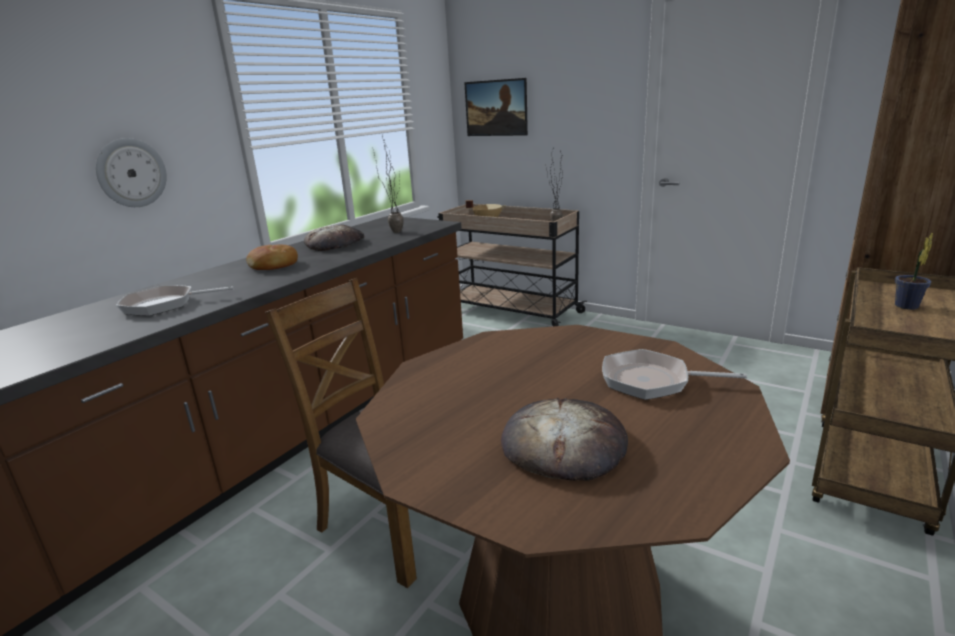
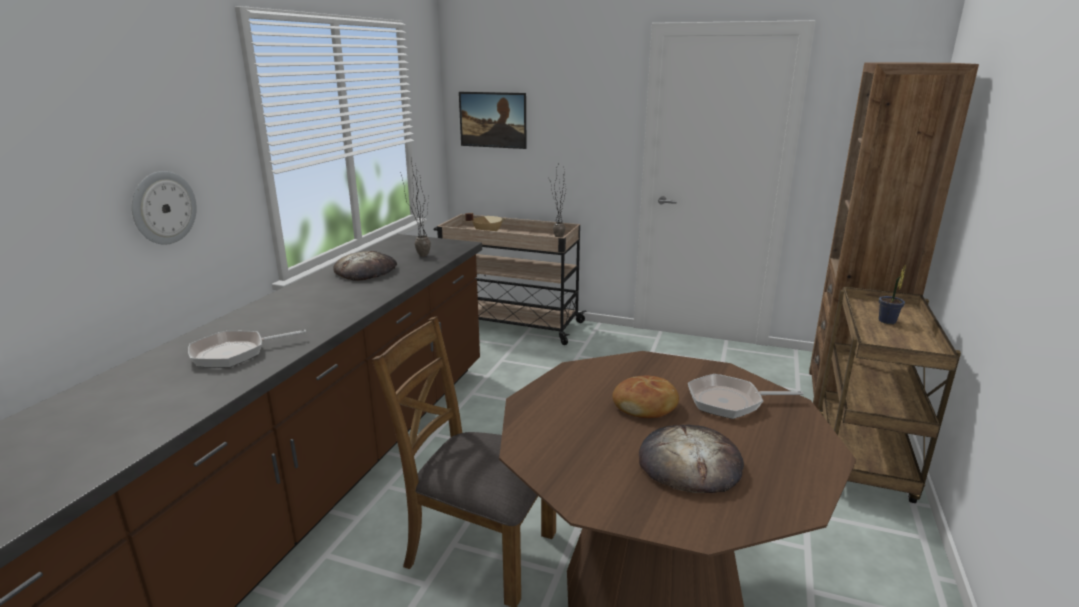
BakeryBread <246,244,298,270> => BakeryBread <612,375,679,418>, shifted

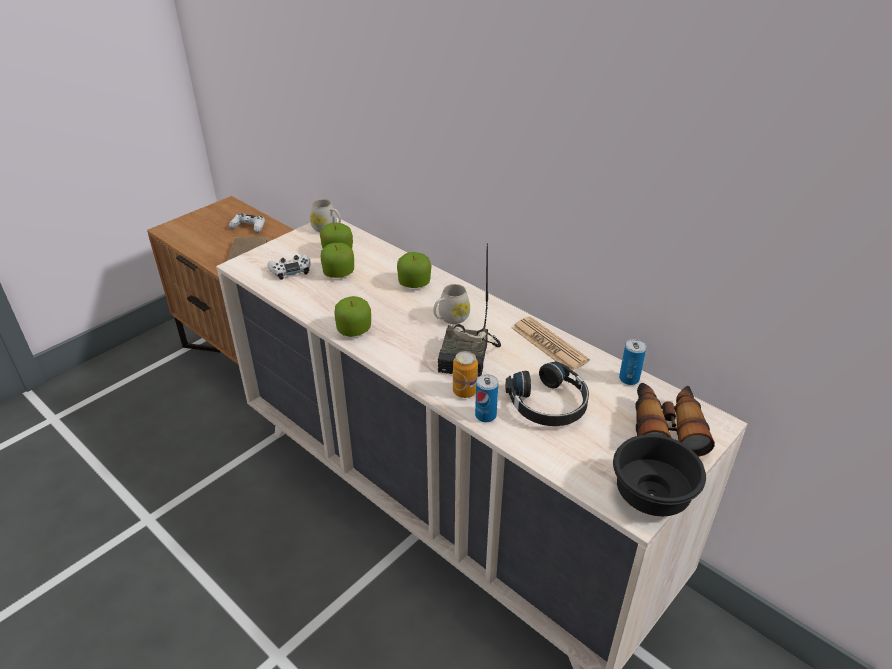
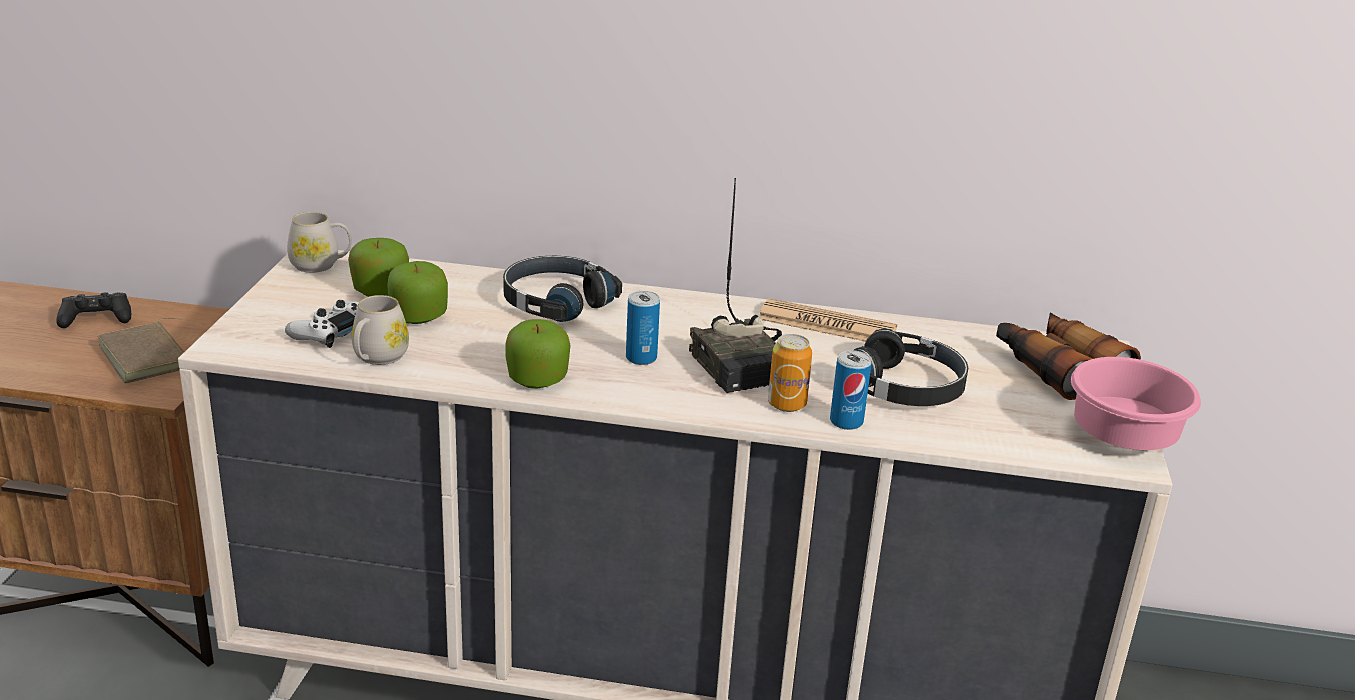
WhiteGamepad <228,213,265,233> => BlackGamepad <56,292,131,328>
Apple <397,252,432,288> => BlackHeadphones <503,256,622,322>
WhiteMug <433,284,470,324> => WhiteMug <352,295,409,365>, shifted
SealedCan <619,339,646,385> => SealedCan <626,291,660,365>, shifted
BlackDeepDish <613,434,706,516> => PinkDeepDish <1071,357,1201,450>

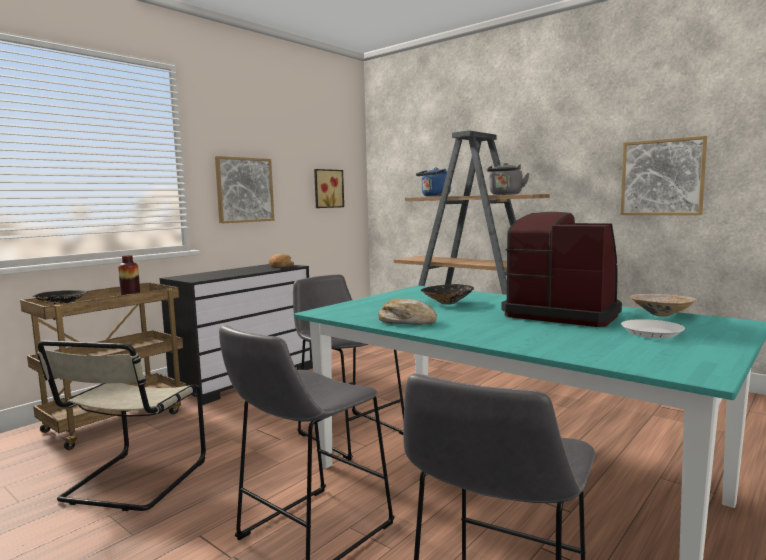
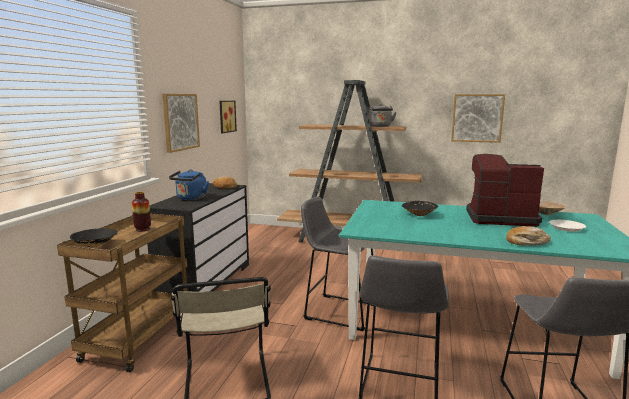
BlueColouredTeaKettle <416,168,452,197> => BlueColouredTeaKettle <169,170,209,200>, shifted
BakeryBread <378,299,437,325> => BakeryBread <506,226,551,245>, shifted

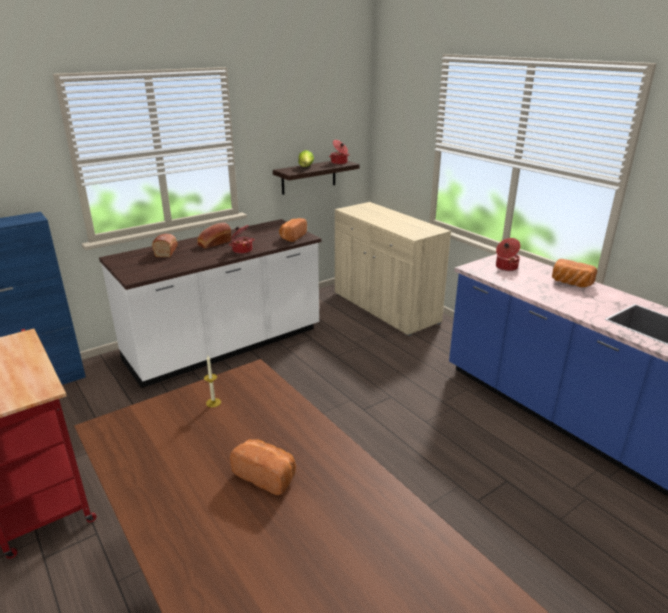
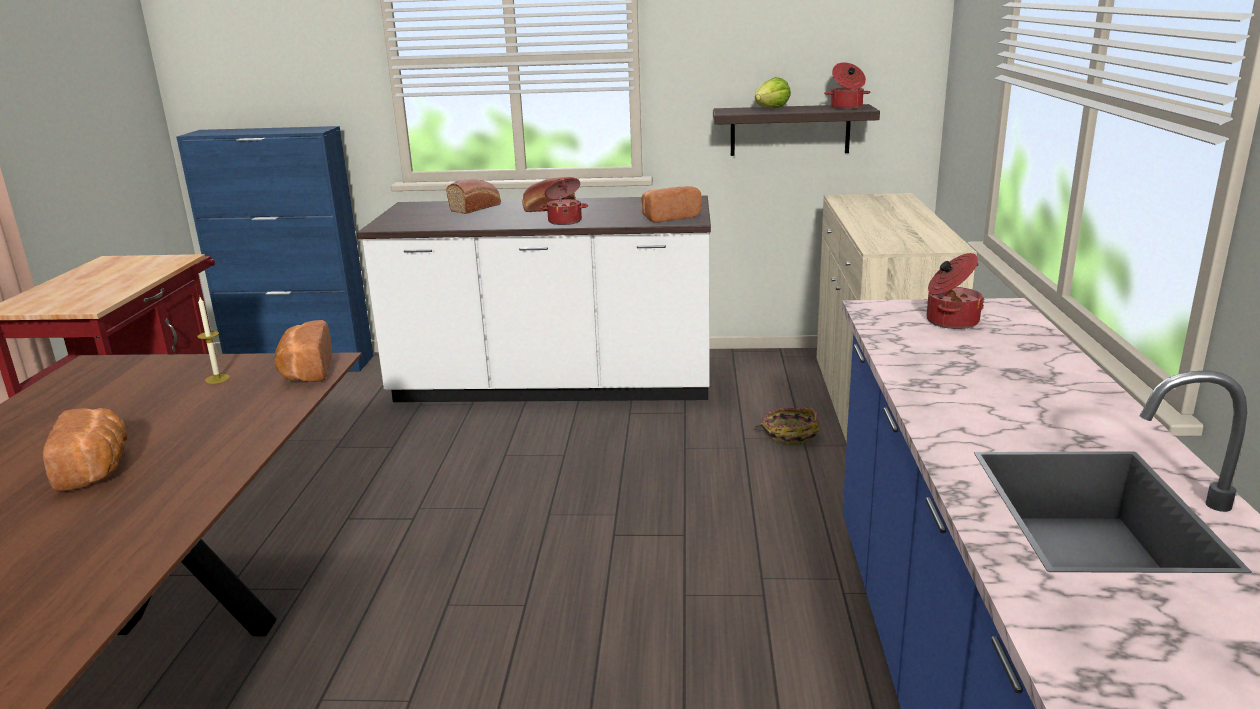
BakeryBread <552,259,597,287> => BakeryBread <275,320,332,382>, shifted
nothing => HouseholdBasket <754,407,819,445>

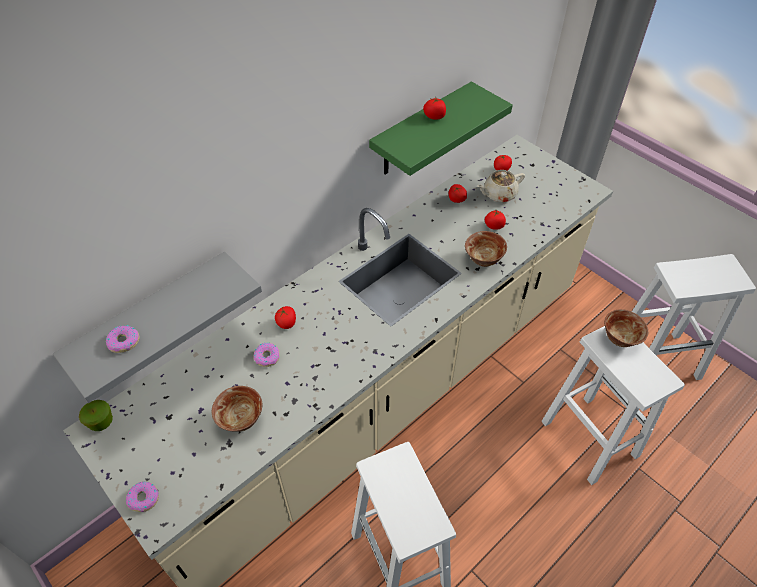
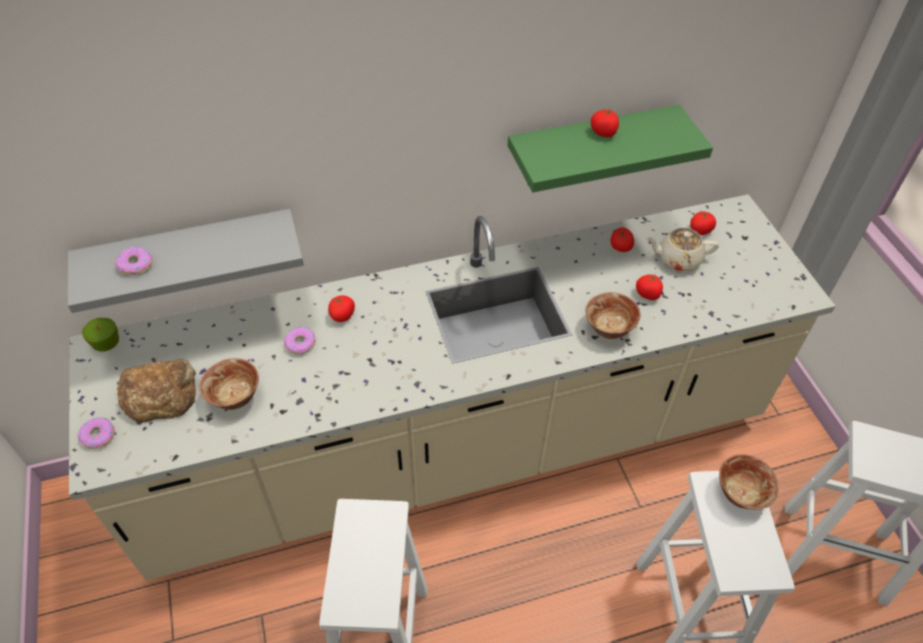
nothing => BakeryBread <117,359,196,423>

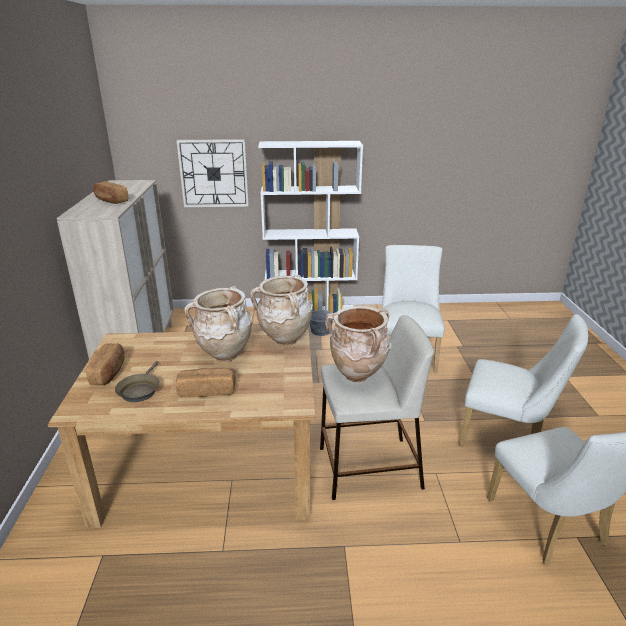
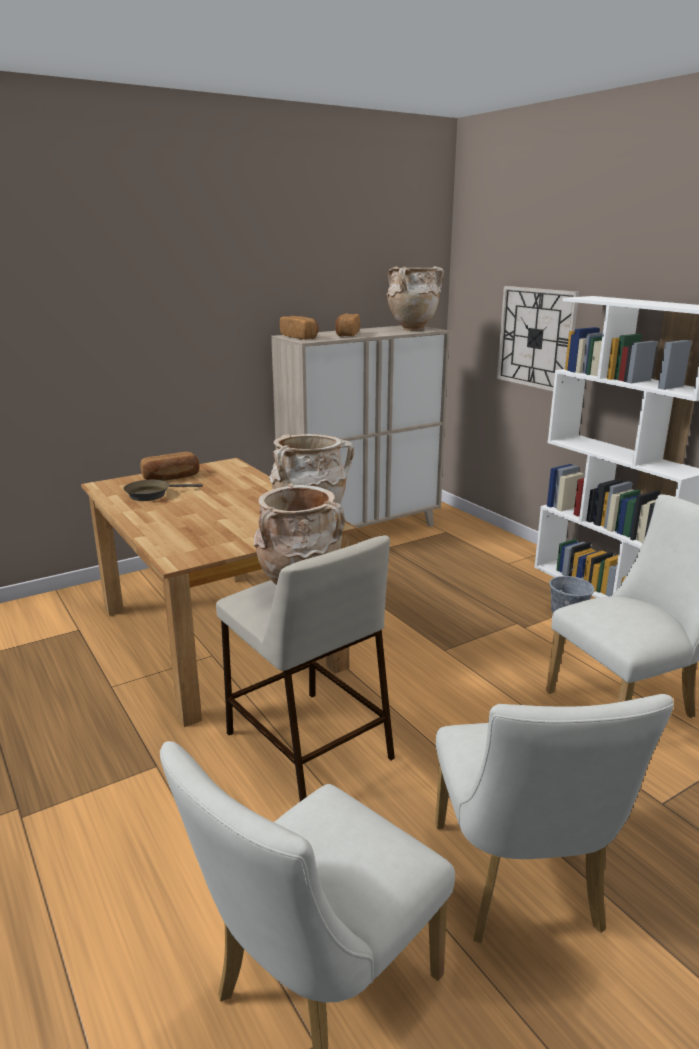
BeigeColouredFlowerVase <185,286,253,362> => BeigeColouredFlowerVase <387,266,444,331>, shifted
BakeryBread <176,368,236,398> => BakeryBread <280,316,319,339>, shifted

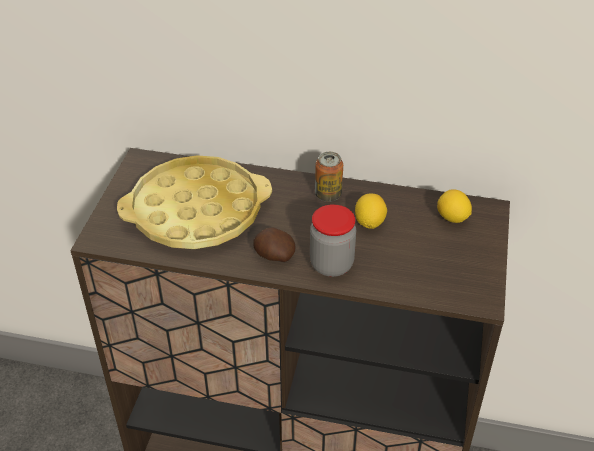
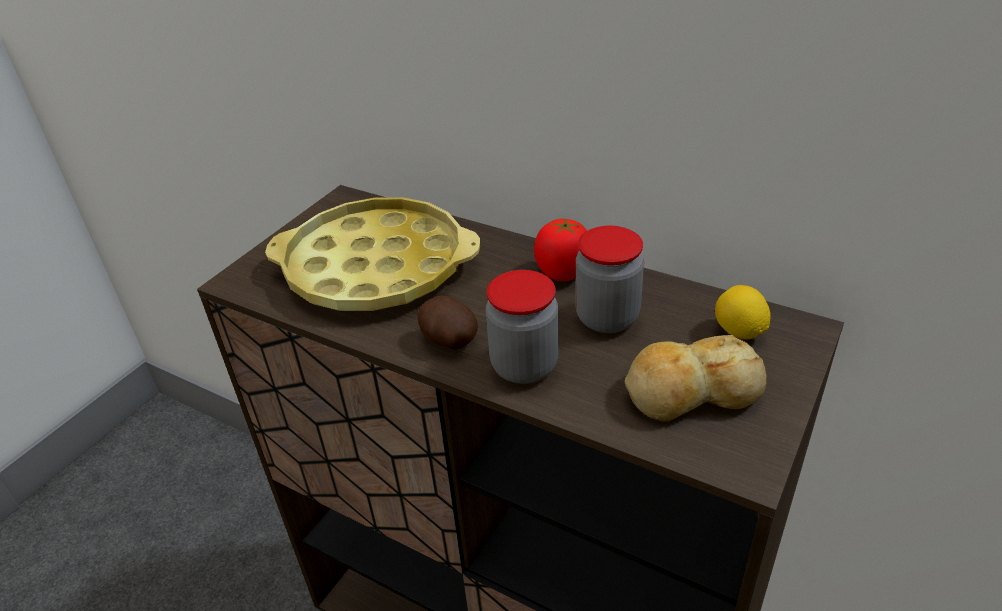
SealedCan <315,152,343,202> => FreshTomato <534,218,587,282>
CitrusFruit <355,194,387,229> => StorageJar <575,226,644,333>
nothing => BakeryBread <625,335,766,422>

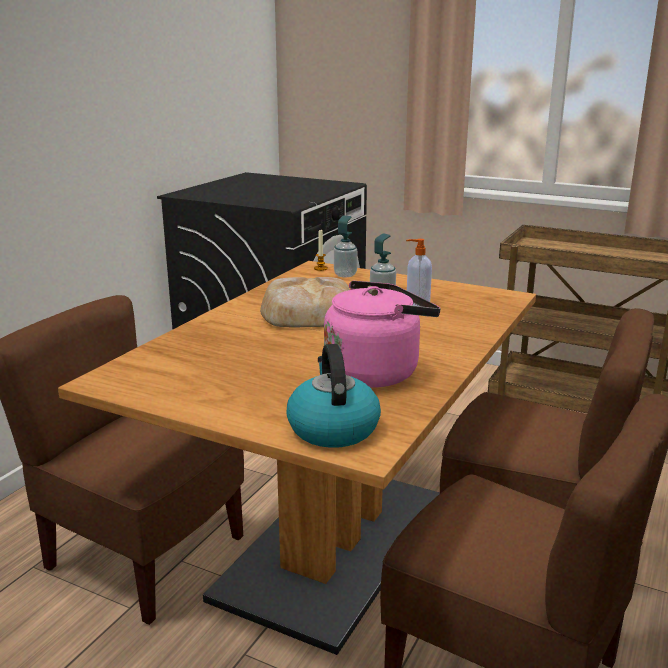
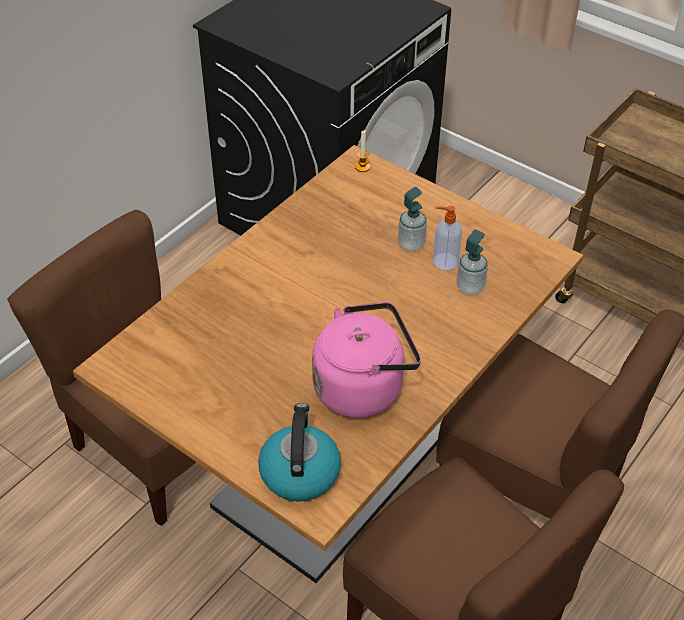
LiquidSoapBottle <334,215,357,277> => LiquidSoapBottle <457,229,488,295>, shifted
BakeryBread <260,277,350,327> => nothing

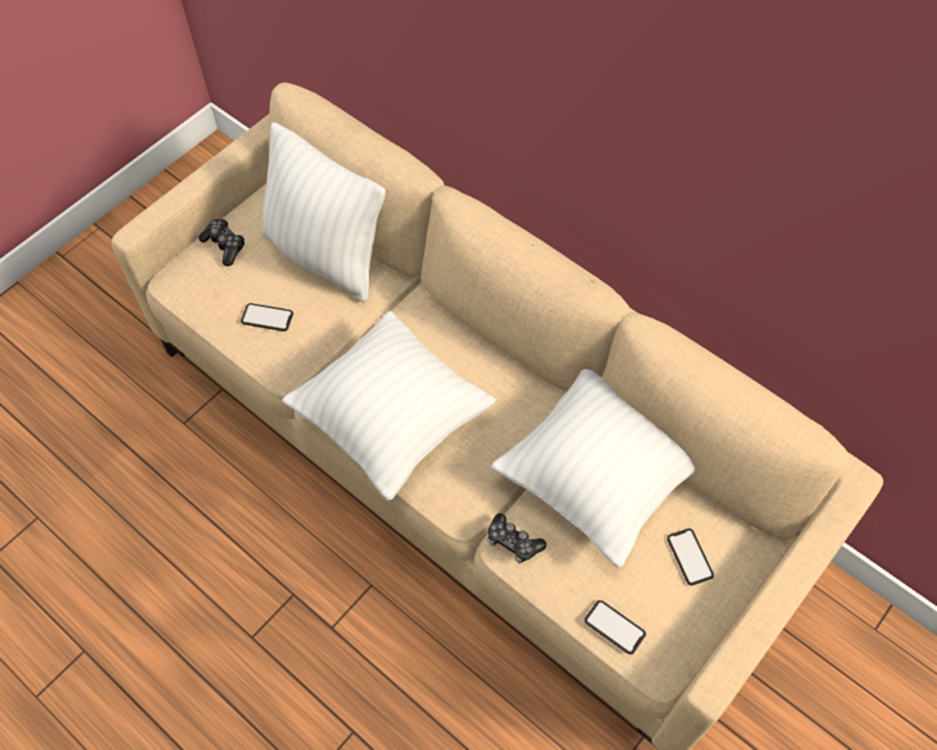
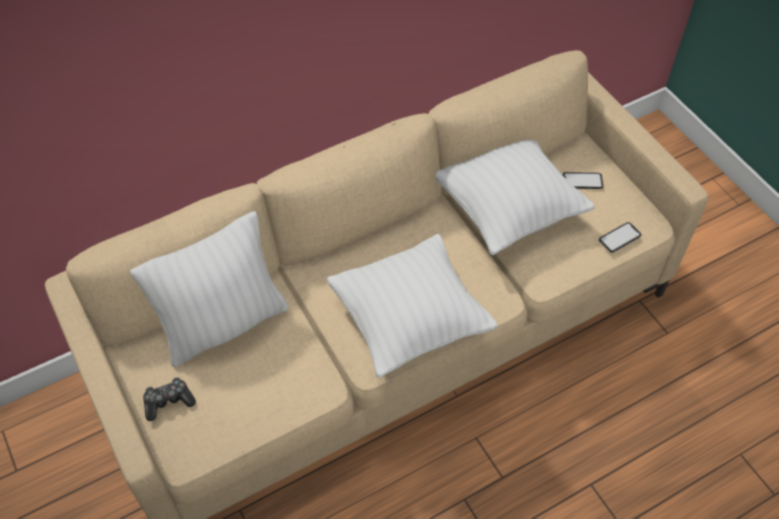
Phone <241,303,293,331> => nothing
Gamepad <488,513,546,563> => nothing

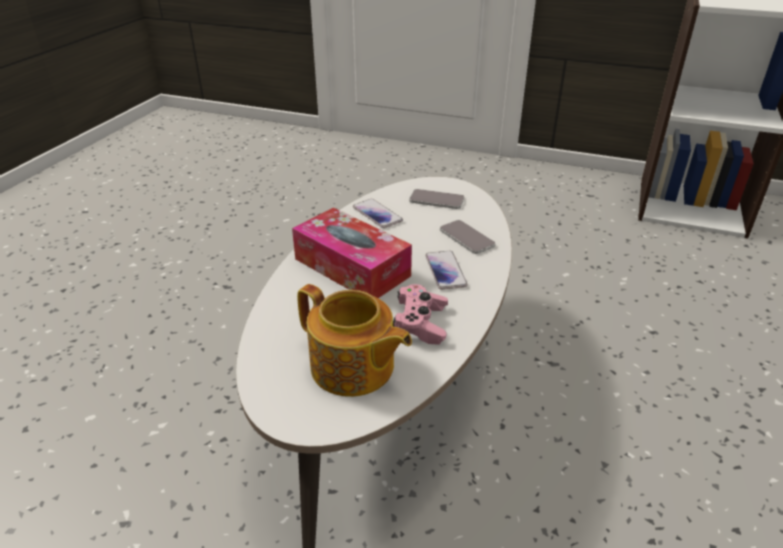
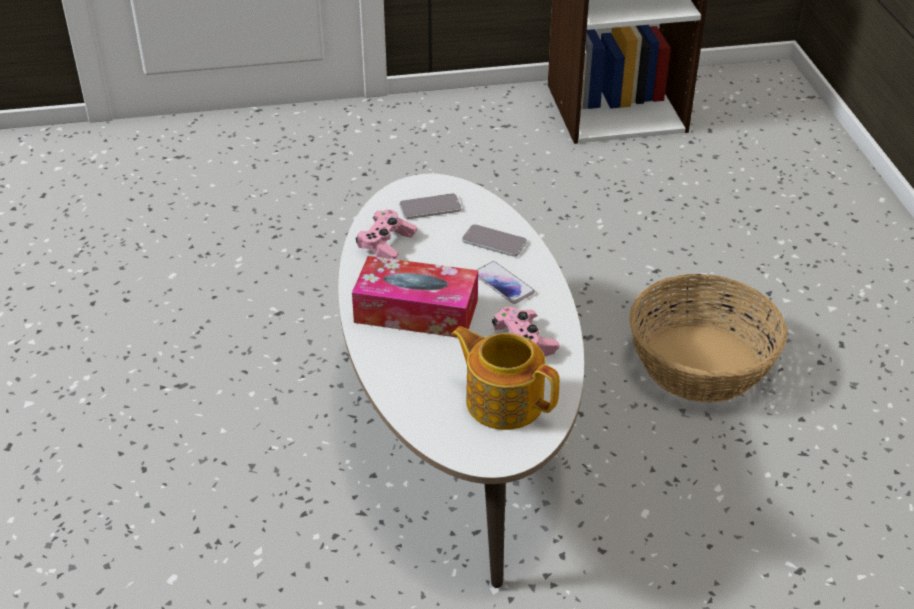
Phone <353,199,403,228> => PinkGamepad <356,210,417,259>
PotForTea <297,284,412,397> => PotForTea <451,326,560,430>, 150 degrees counterclockwise
nothing => HouseholdBasket <629,274,787,402>

